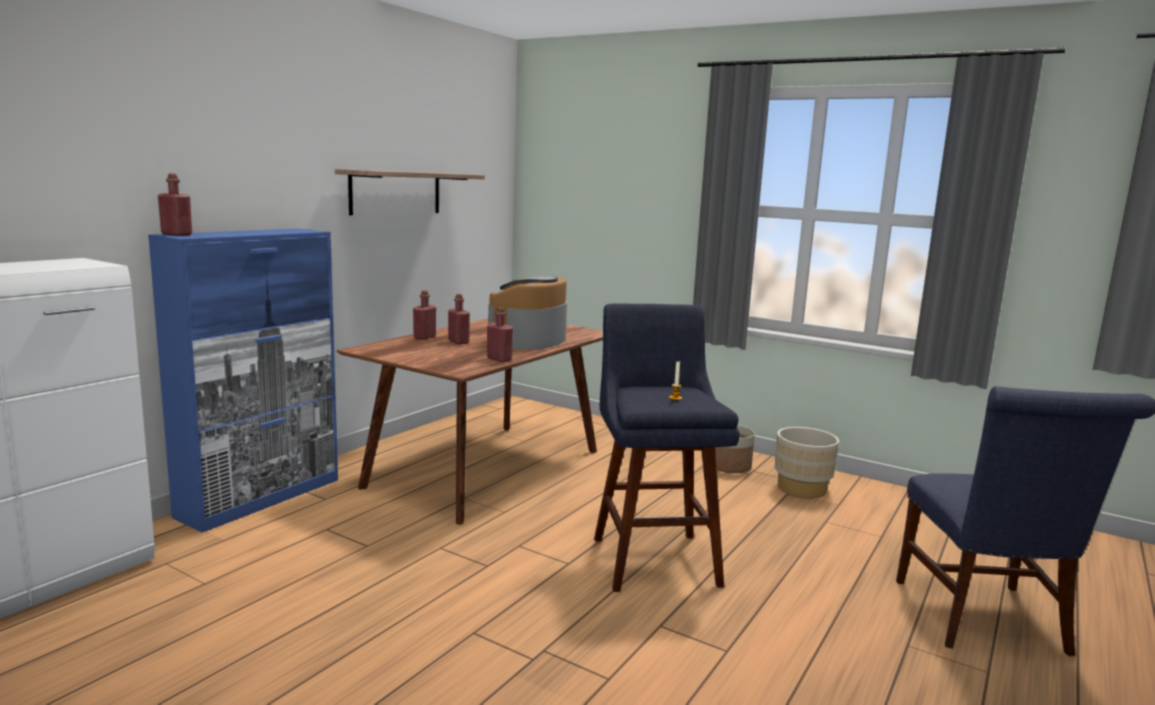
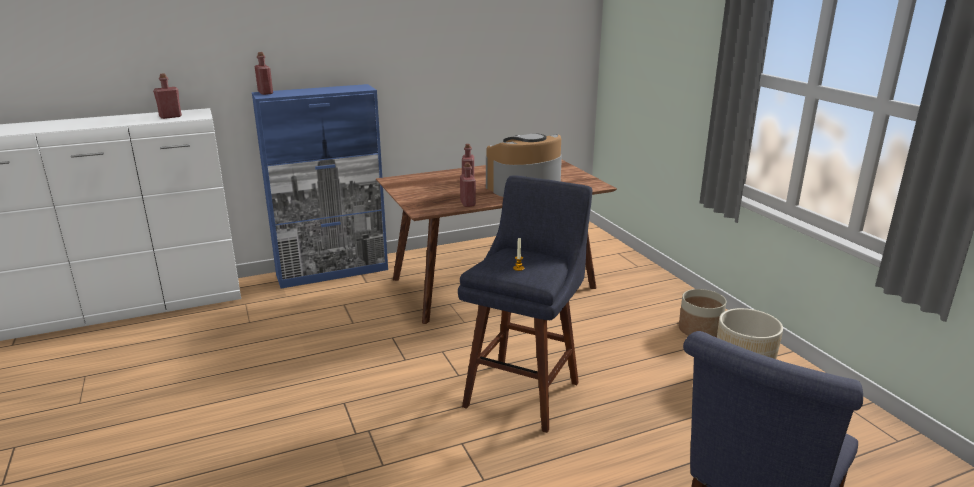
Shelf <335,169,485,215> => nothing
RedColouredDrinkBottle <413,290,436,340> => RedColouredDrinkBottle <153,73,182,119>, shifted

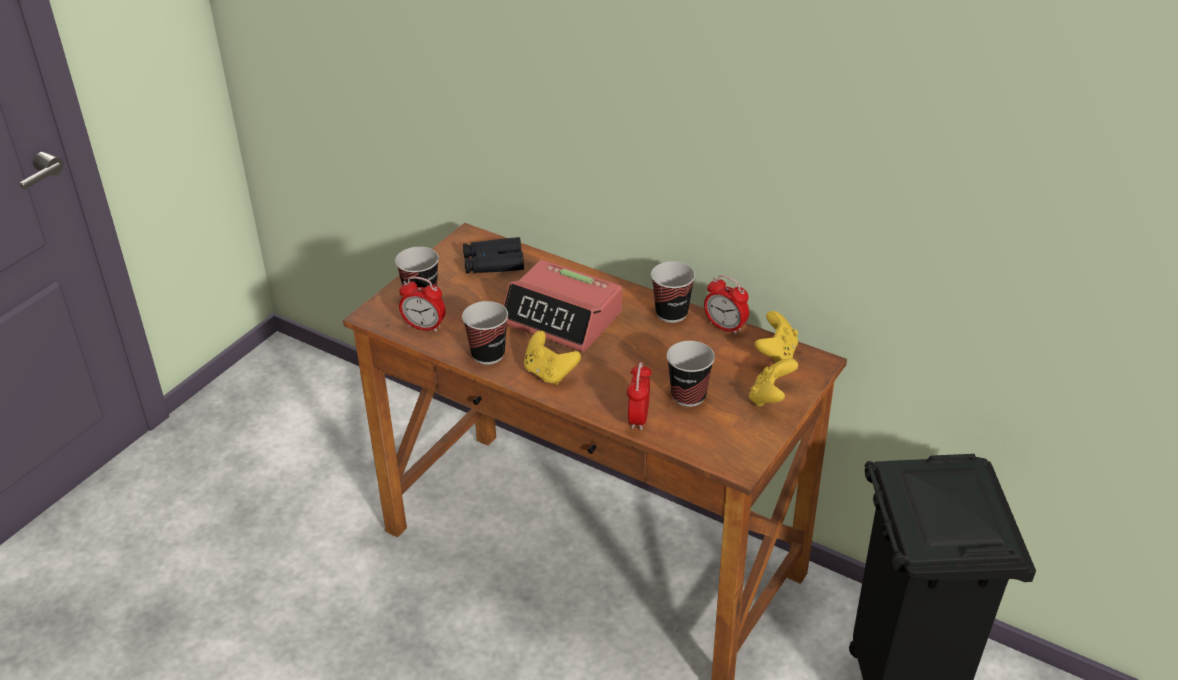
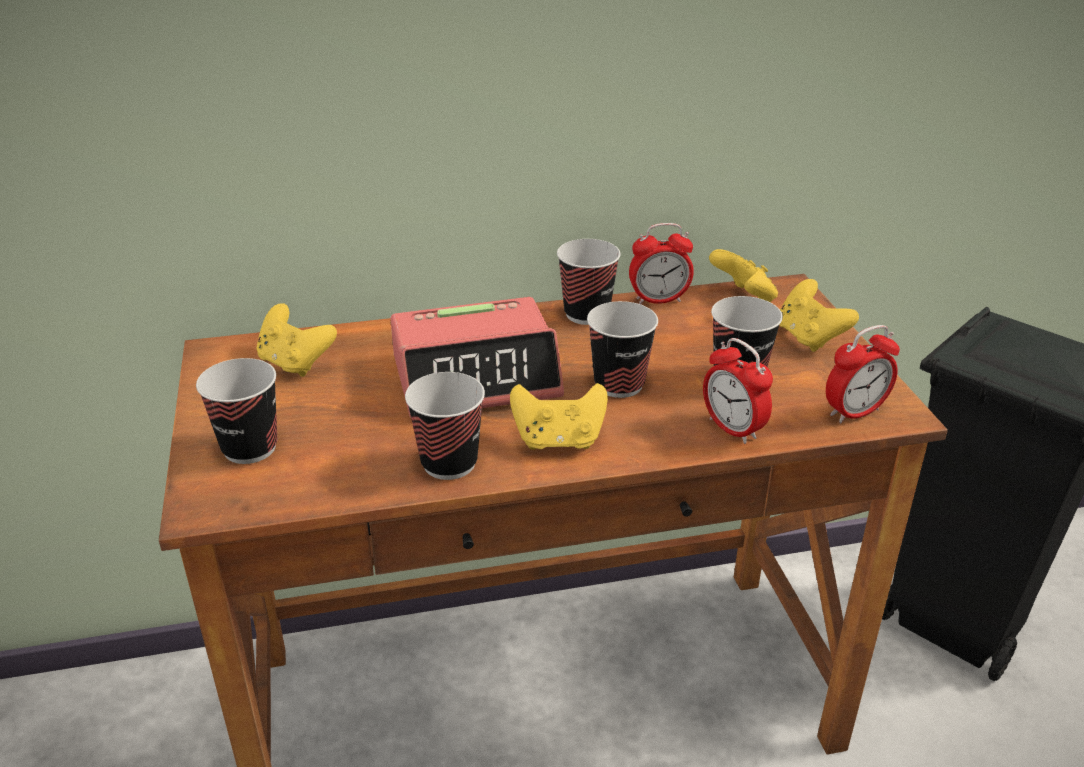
BlackFieldGlasses <463,237,524,273> => YellowishGamepad <256,303,337,377>
AlarmClock <399,276,446,332> => AlarmClock <826,325,900,423>, shifted
nothing => DrinkingCup <587,301,658,398>

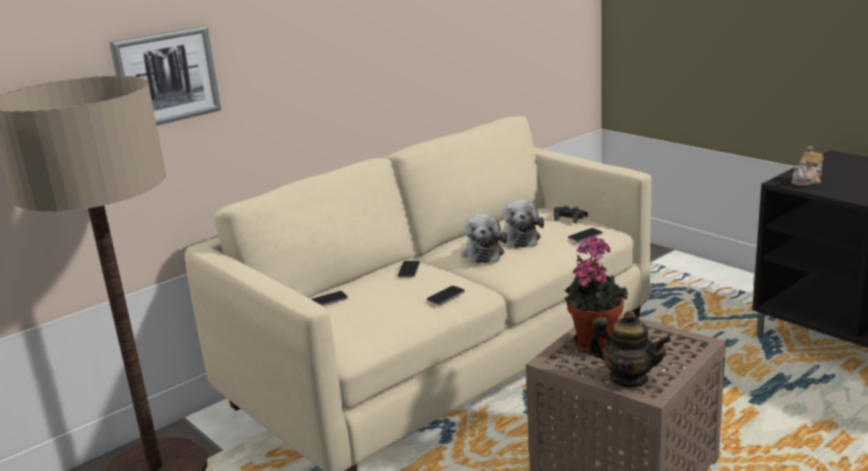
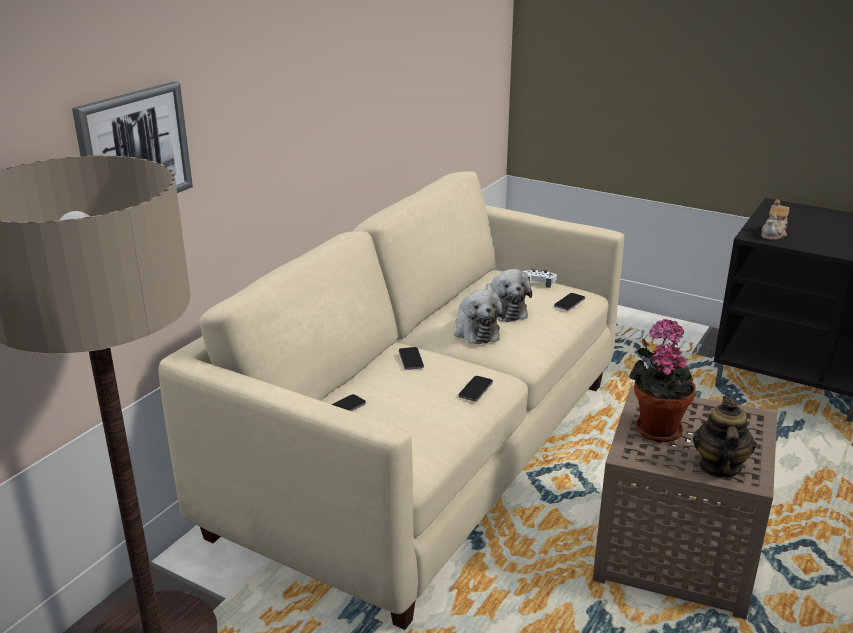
BlackGamepad <554,205,588,223> => WhiteGamepad <523,268,557,288>
PotForTea <588,310,671,387> => PotForTea <693,396,756,478>, 90 degrees counterclockwise

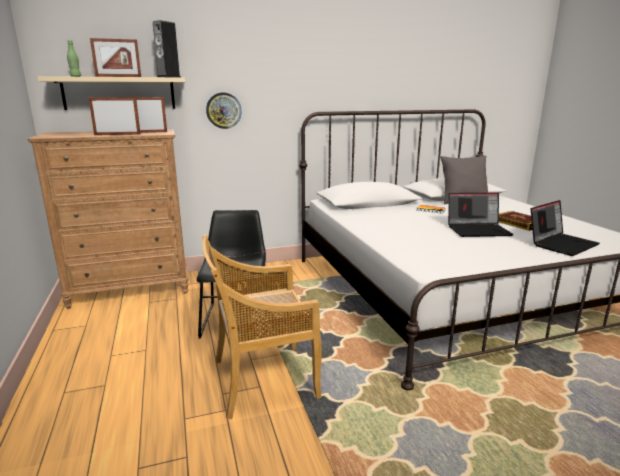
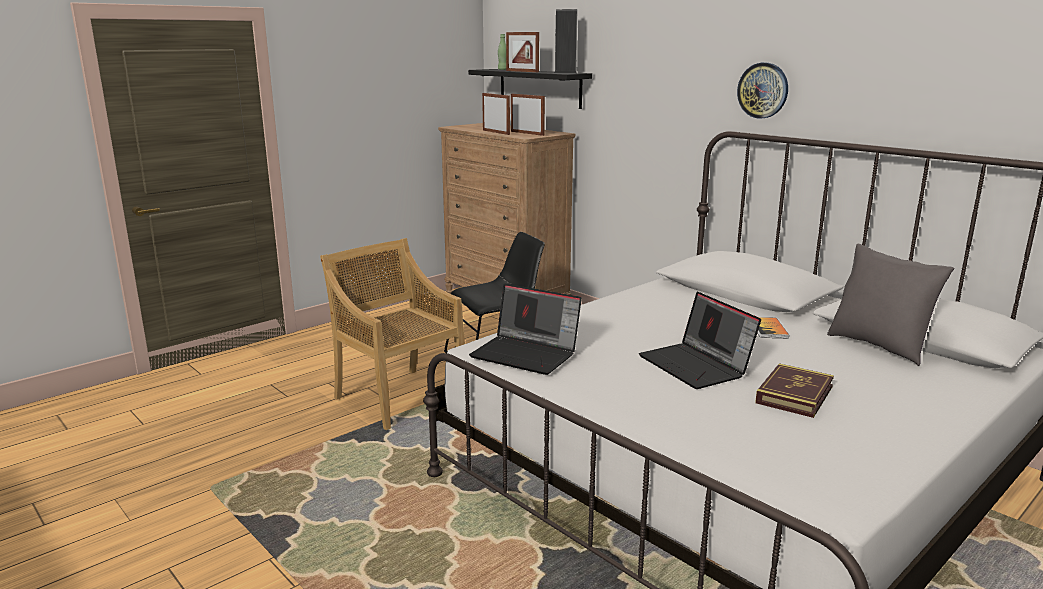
BeigeColouredShelf <37,76,185,110> => BlackShelf <468,69,592,109>
HangingClock <206,93,242,129> => HangingClock <737,62,788,119>, shifted
NotebookComputer <531,200,600,256> => NotebookComputer <469,284,582,375>, shifted

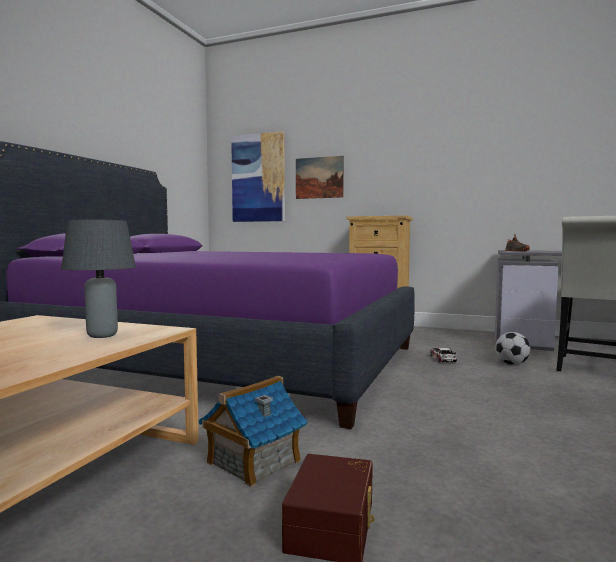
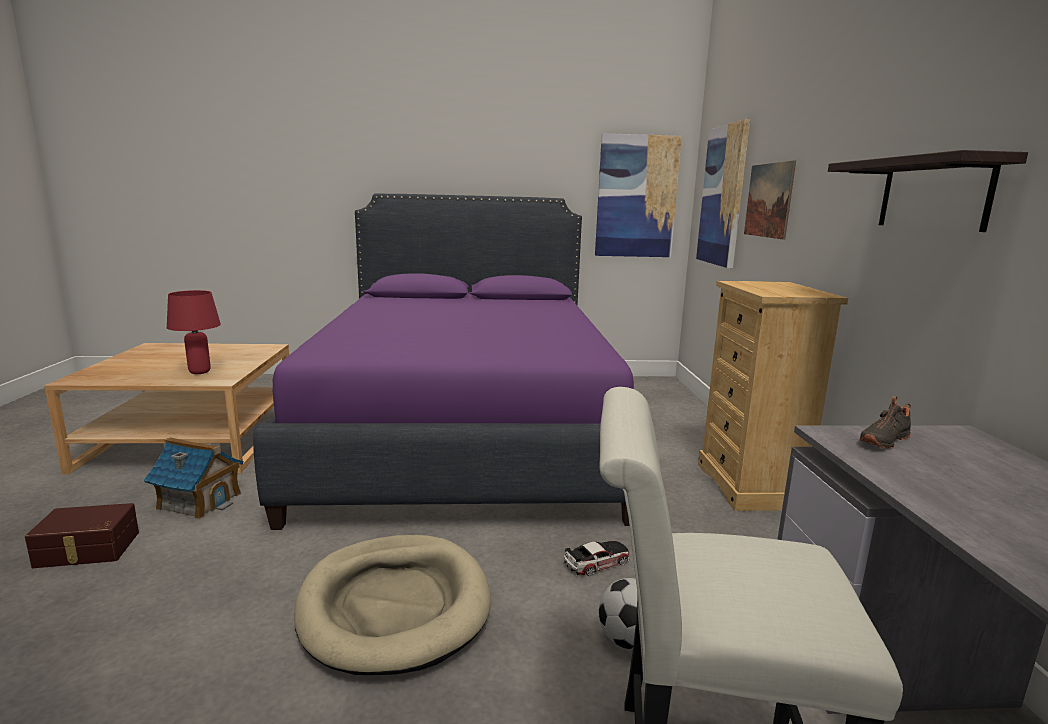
GrayTabletopLamp <61,219,136,338> => RedColouredTabletopLamp <167,290,221,374>
nothing => WallPicture <595,133,682,257>
nothing => Shelf <828,150,1028,232>
nothing => BeigeColouredDogCushion <294,535,491,675>

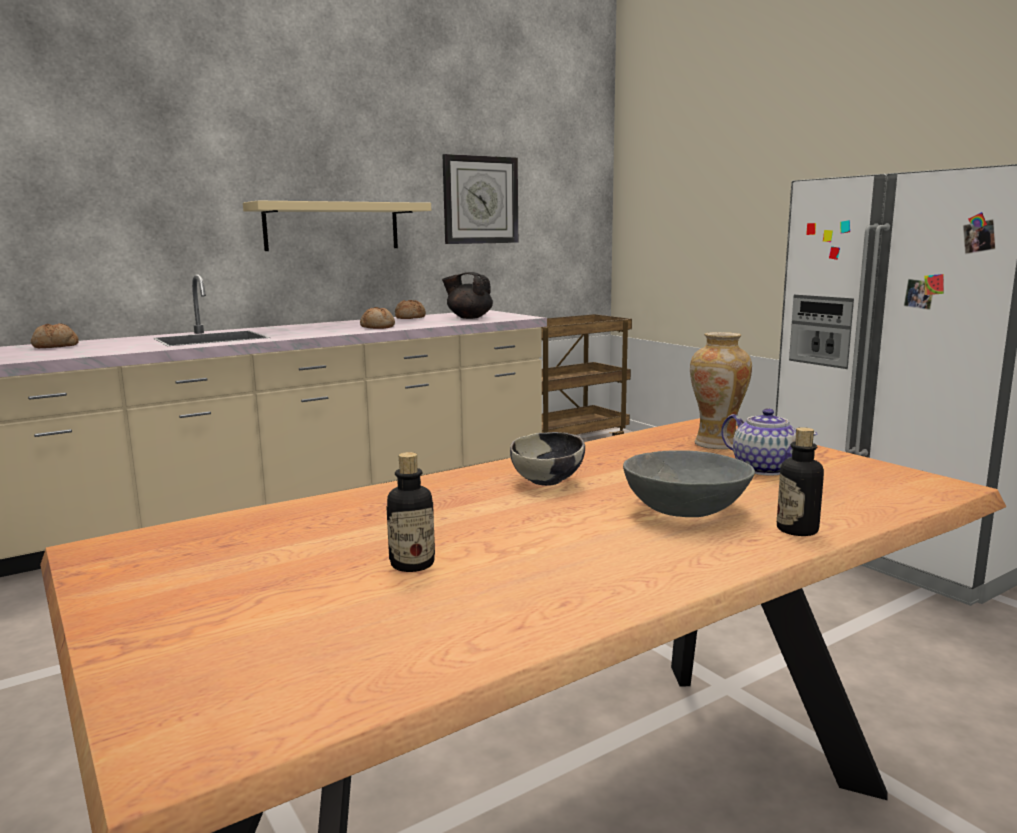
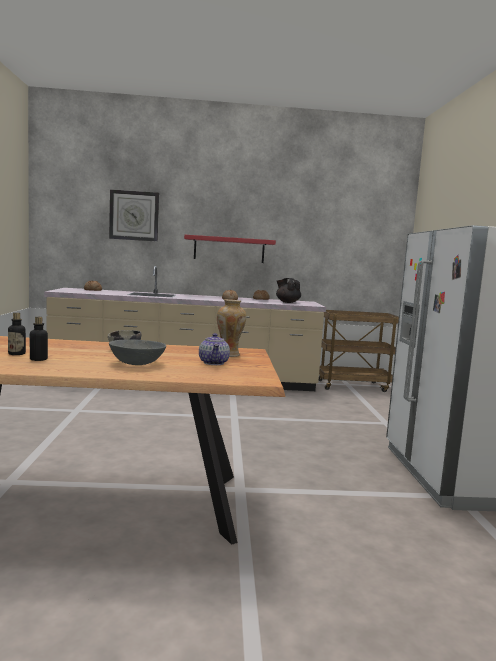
HangingClock <443,154,518,244> => HangingClock <109,189,159,242>, shifted
BeigeColouredShelf <243,201,431,251> => RedColouredShelf <184,235,276,263>
DrinkBottle <777,427,824,536> => DrinkBottle <30,317,48,361>, shifted

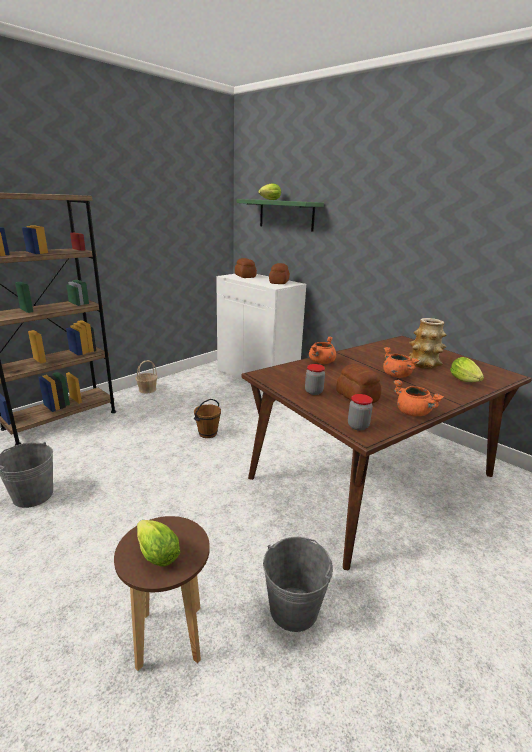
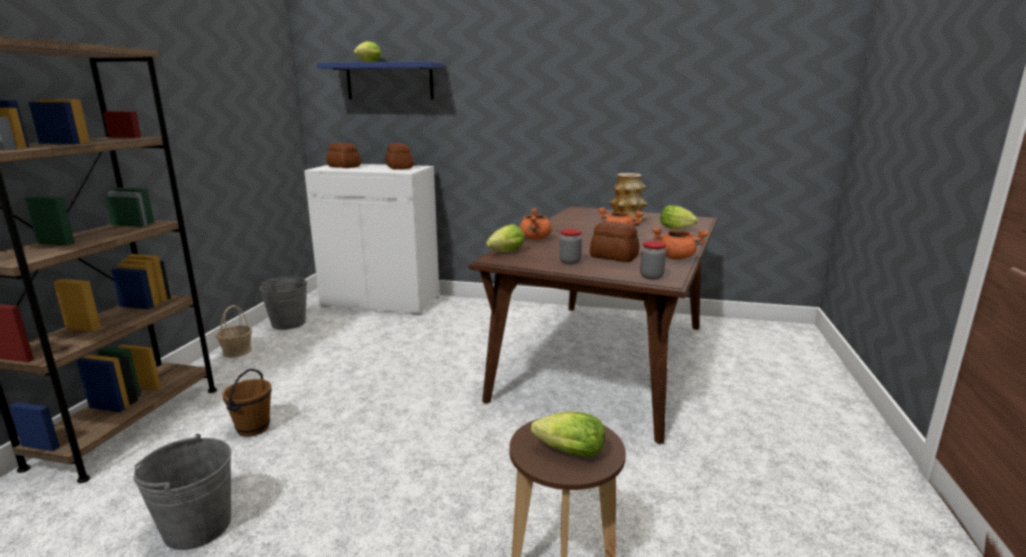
GreenishShelf <237,199,324,232> => BlueColouredShelf <317,61,445,100>
BrownishPail <194,399,221,438> => BrownishPail <222,369,272,437>, shifted
GrayPail <263,537,333,632> => GrayPail <260,277,307,330>, shifted
nothing => LettuceHead <486,224,525,252>

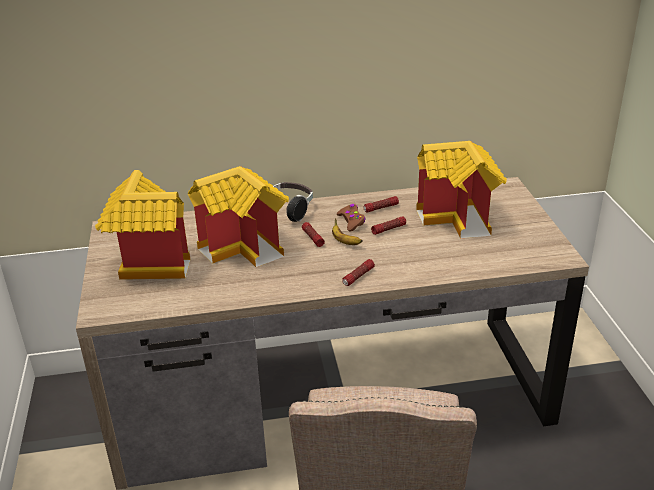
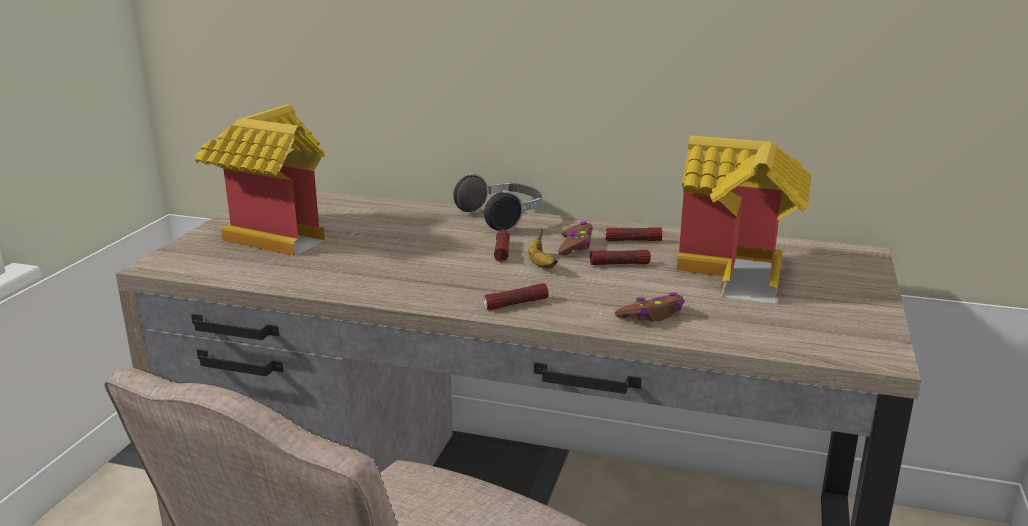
ModelHouse <188,166,289,267> => nothing
nothing => BrownishGamepad <615,292,685,322>

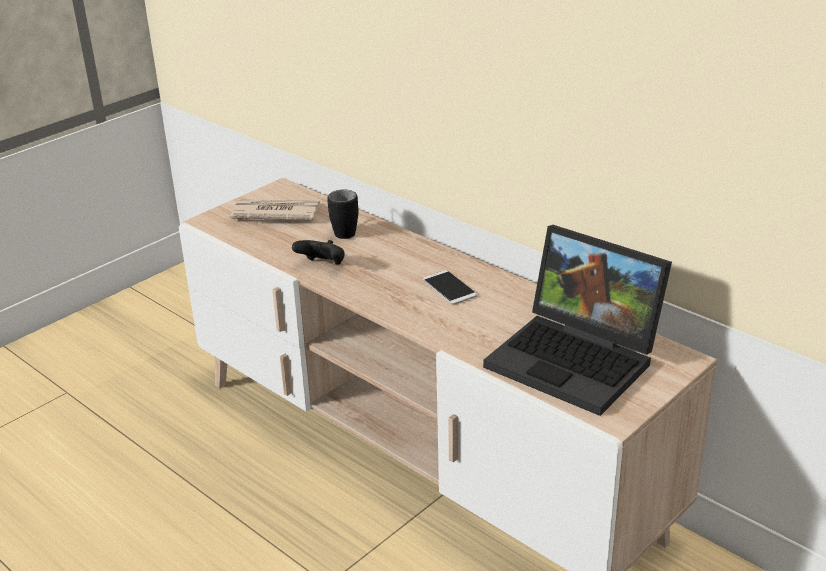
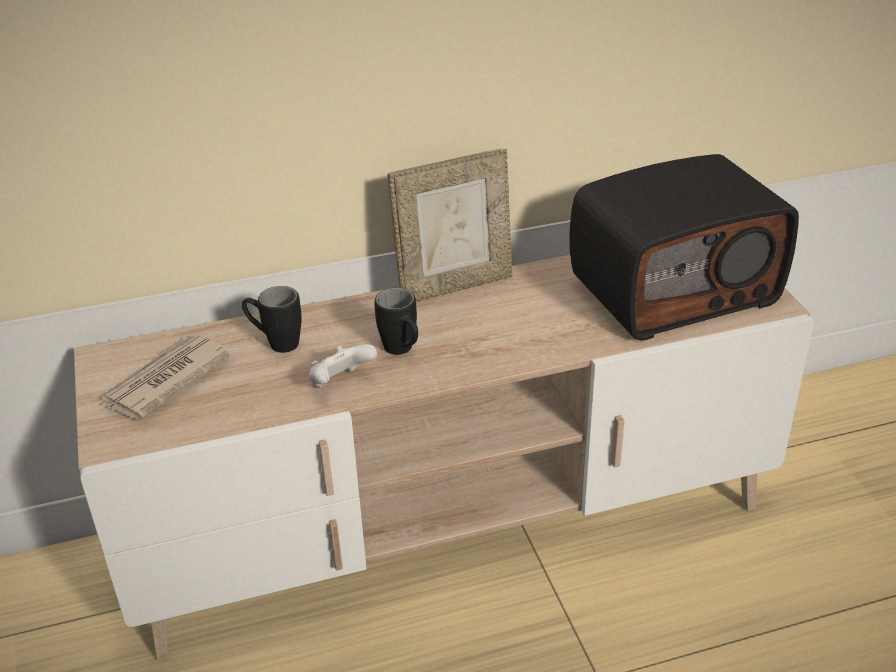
NotebookComputer <483,225,672,416> => RadioReceiver <569,154,799,341>
BlackGamepad <292,240,345,264> => WhiteGamepad <309,344,377,387>
Phone <423,270,477,304> => nothing
nothing => PhotoFrame <388,149,512,302>
nothing => BlackMug <374,288,418,355>

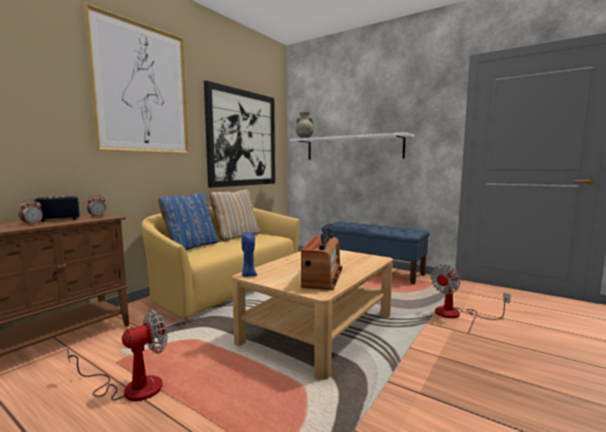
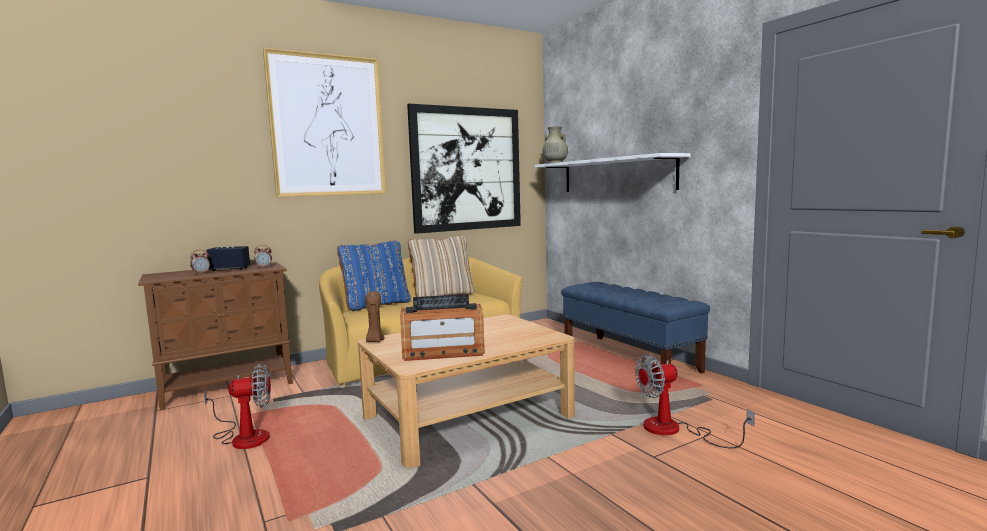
RadioReceiver <301,227,342,290> => RadioReceiver <400,294,485,361>, 45 degrees clockwise
BlueColouredWaxCandle <241,232,257,277> => BrownishWaxCandle <365,291,385,342>

